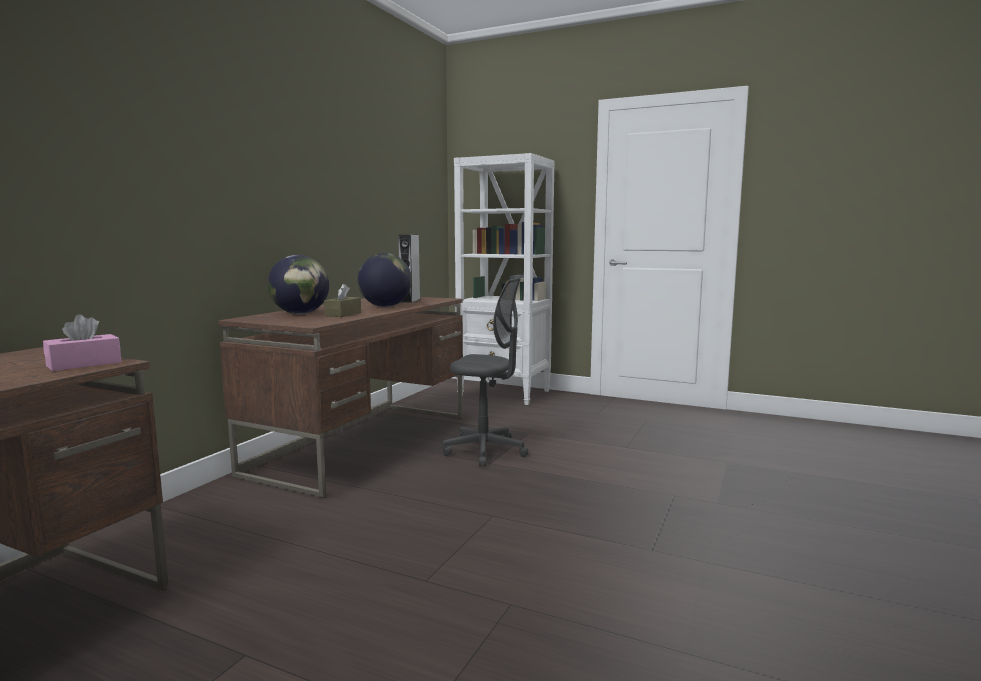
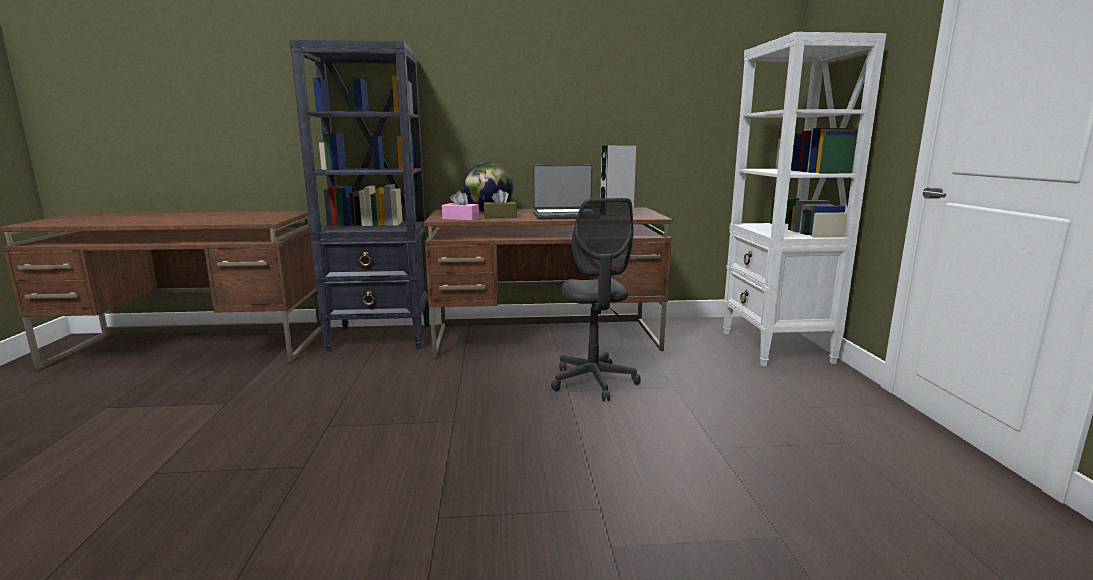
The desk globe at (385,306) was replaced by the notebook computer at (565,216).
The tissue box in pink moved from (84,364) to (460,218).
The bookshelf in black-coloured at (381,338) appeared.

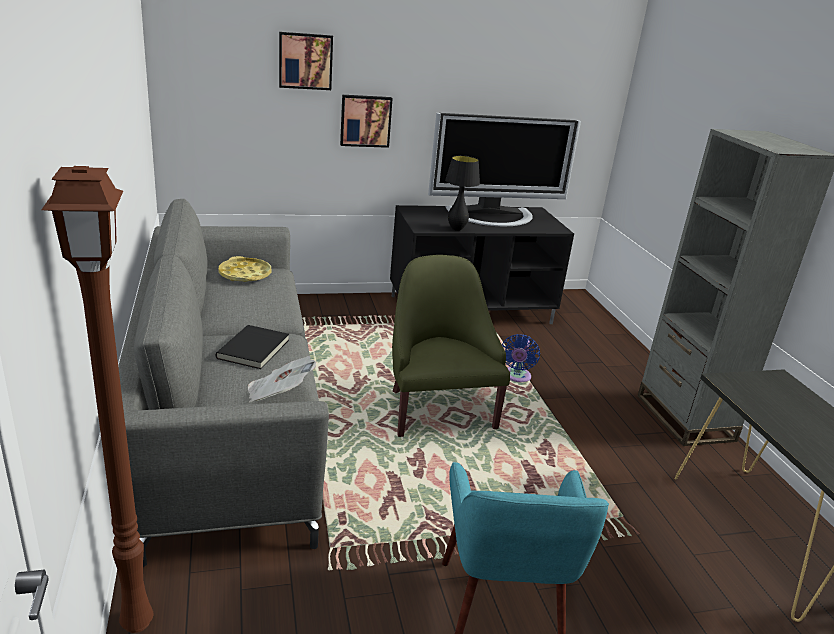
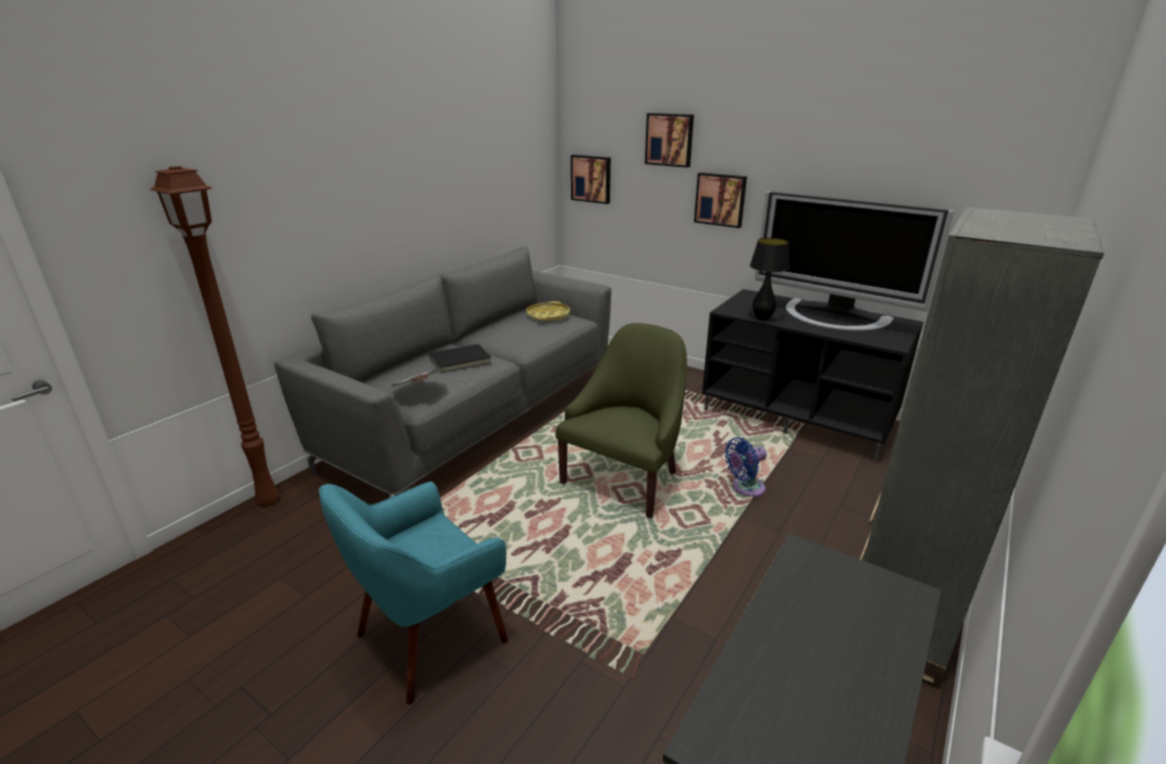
The picture at (591,178) appeared.

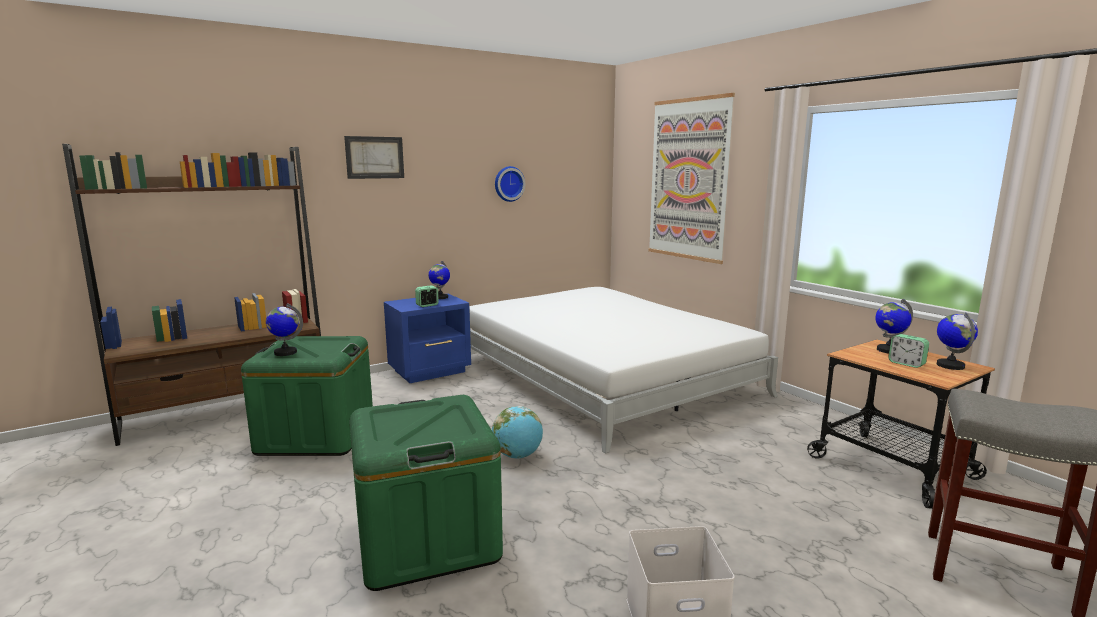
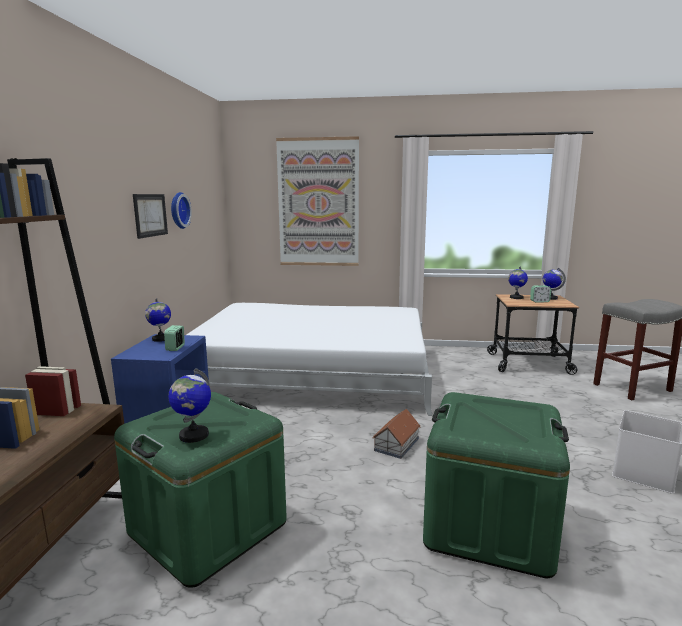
The picture moved from (374,157) to (150,215).
The desk globe at (517,456) was replaced by the miniature house at (397,444).

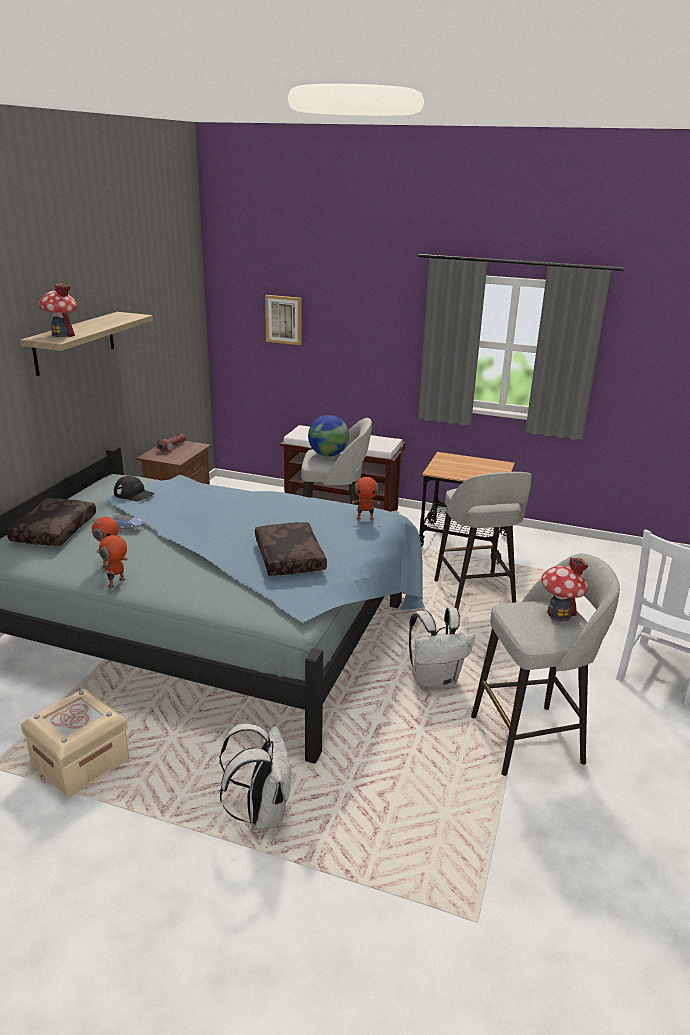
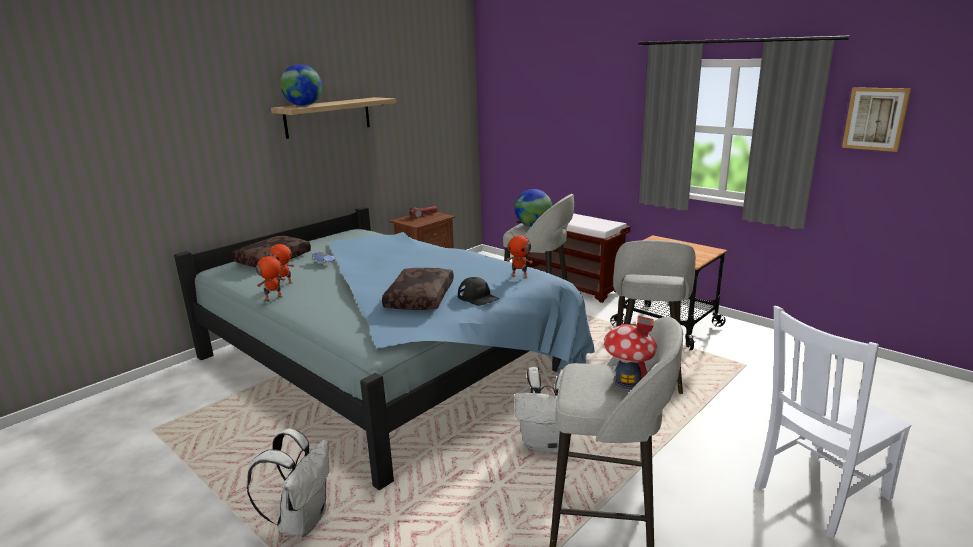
The miniature house at (62,334) was replaced by the desk globe at (304,105).
The picture moved from (284,319) to (875,119).
The cap in black-coloured moved from (134,494) to (478,297).
The storage bin in sand-coloured at (80,761) disappeared.

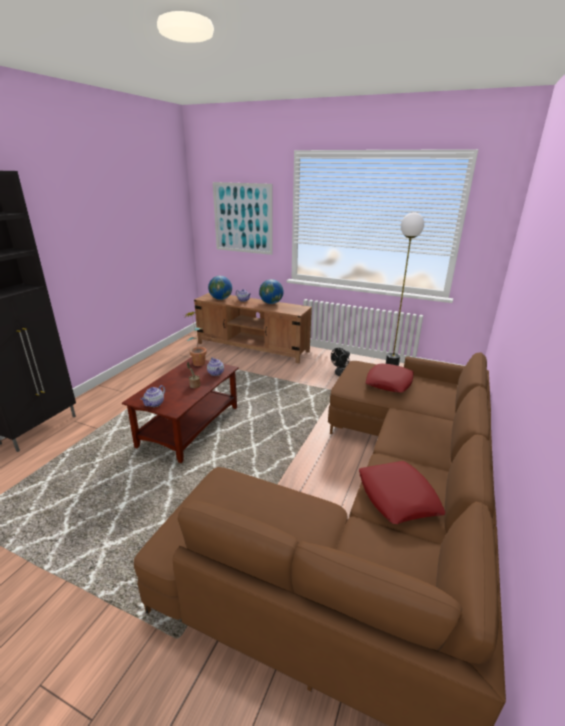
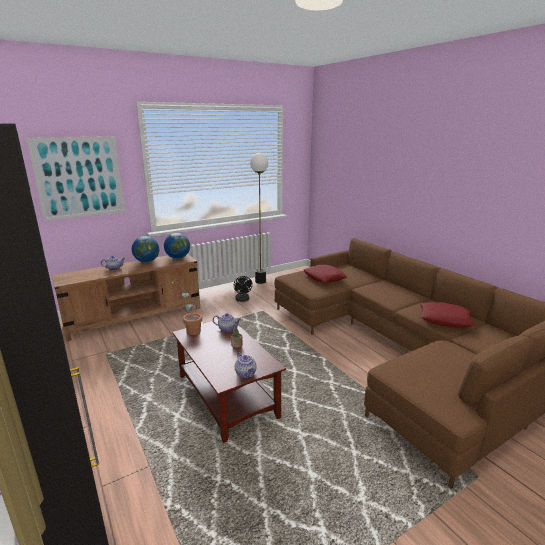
The desk globe moved from (221,299) to (178,257).

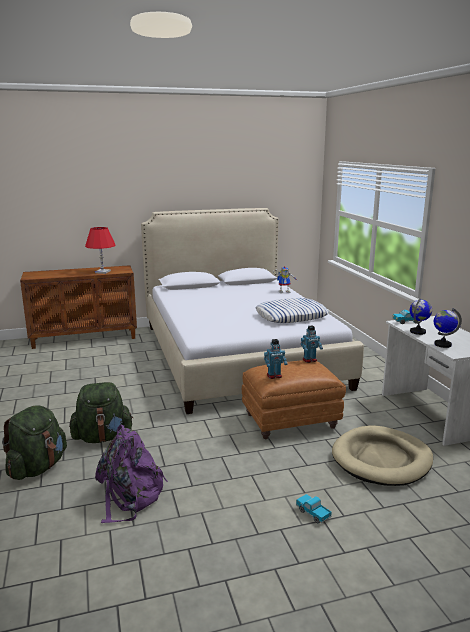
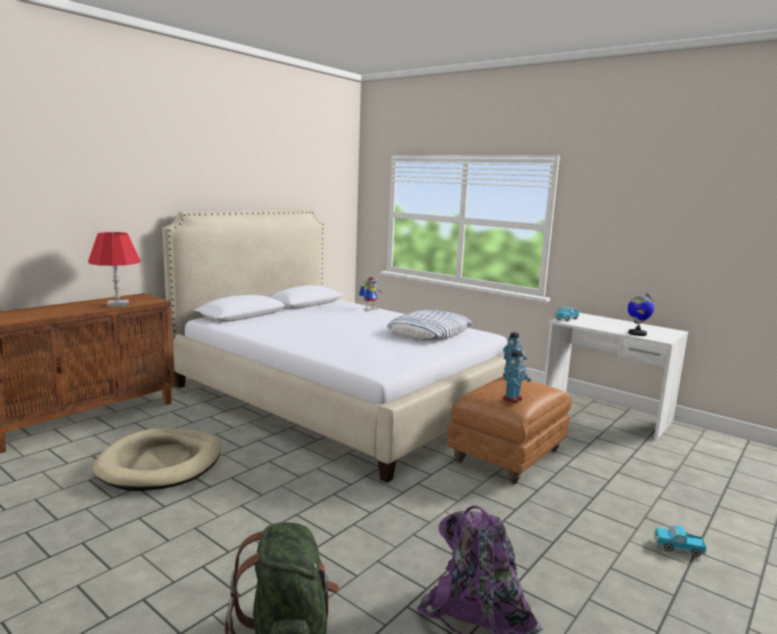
The desk globe at (418,332) disappeared.
The knapsack in green at (102,437) disappeared.
The pet bed in sand-coloured moved from (382,459) to (161,463).

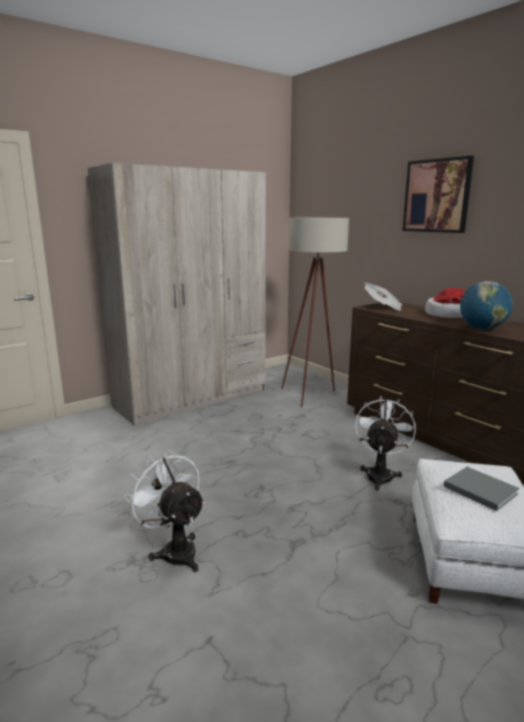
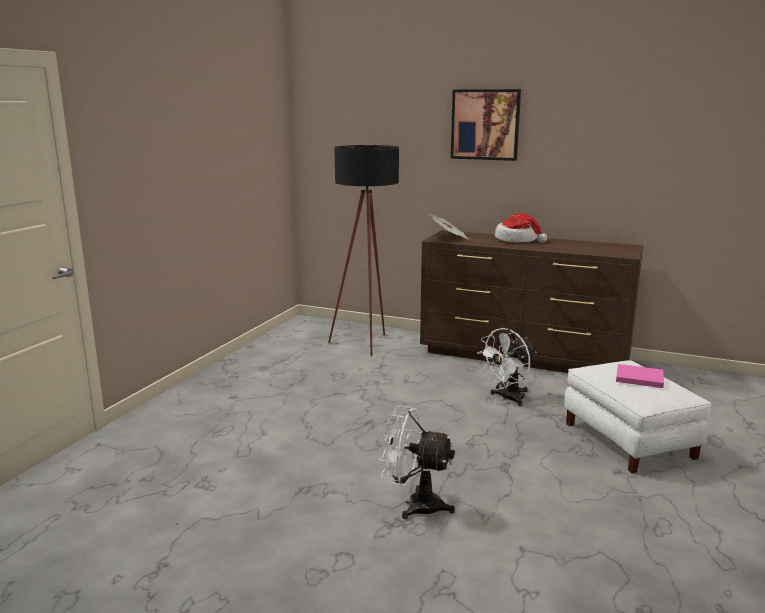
The wardrobe in sand-coloured at (192,398) disappeared.
The standard lamp in sand-coloured at (312,394) became the standard lamp in black-coloured at (367,342).
The desk globe at (482,329) disappeared.
The electric fan in whitish at (380,474) turned 120 degrees counterclockwise.
The volume in greyish at (478,489) became the volume in pink at (637,377).

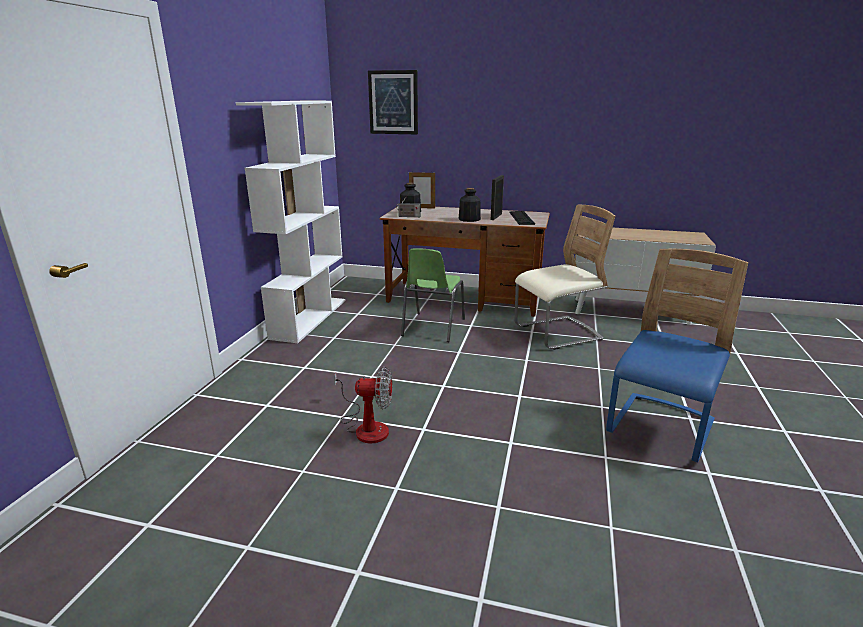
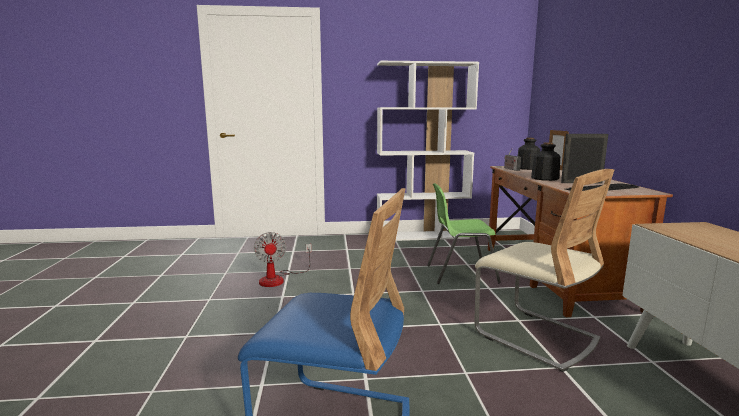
The picture at (393,102) disappeared.

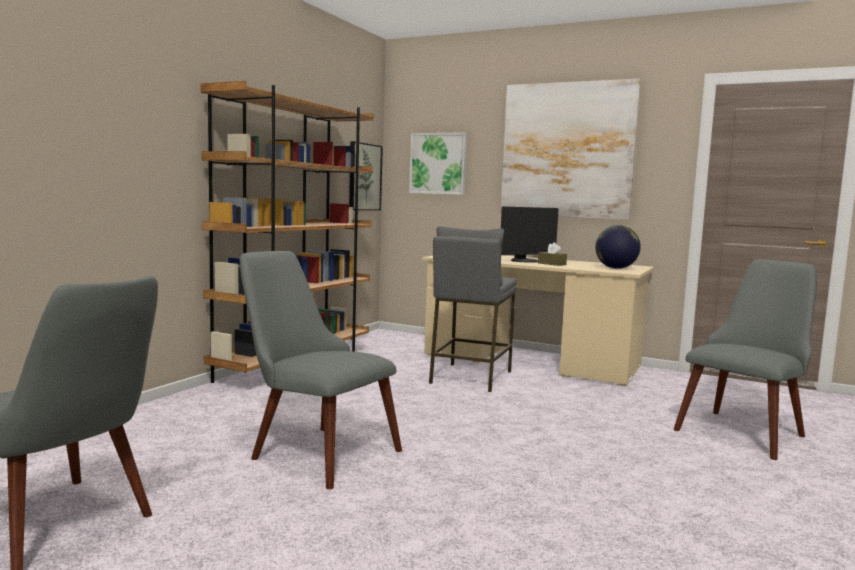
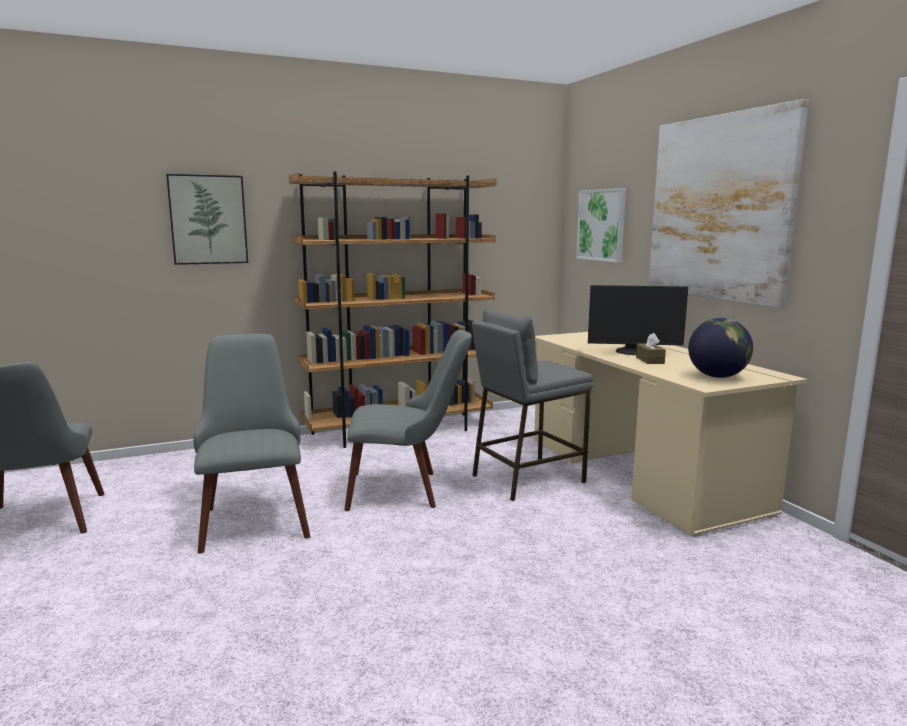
The picture moved from (364,177) to (208,219).
The plain chair in greyish moved from (746,429) to (407,489).

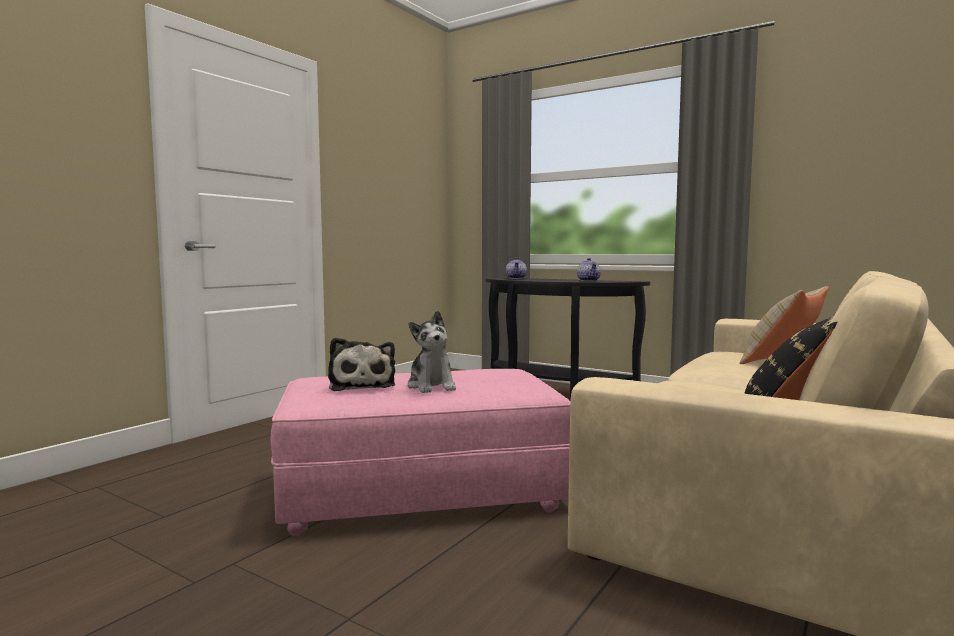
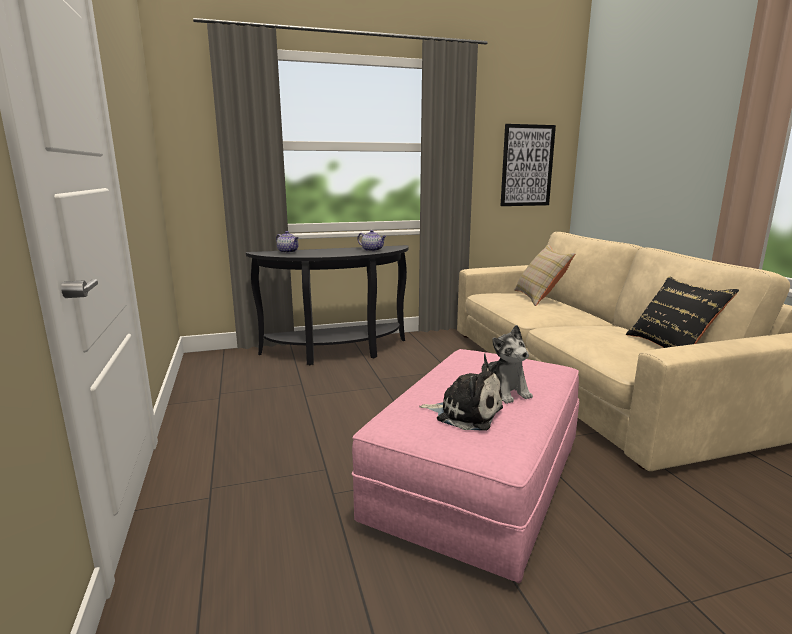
The plush toy at (432,386) turned 45 degrees clockwise.
The picture at (527,166) appeared.

